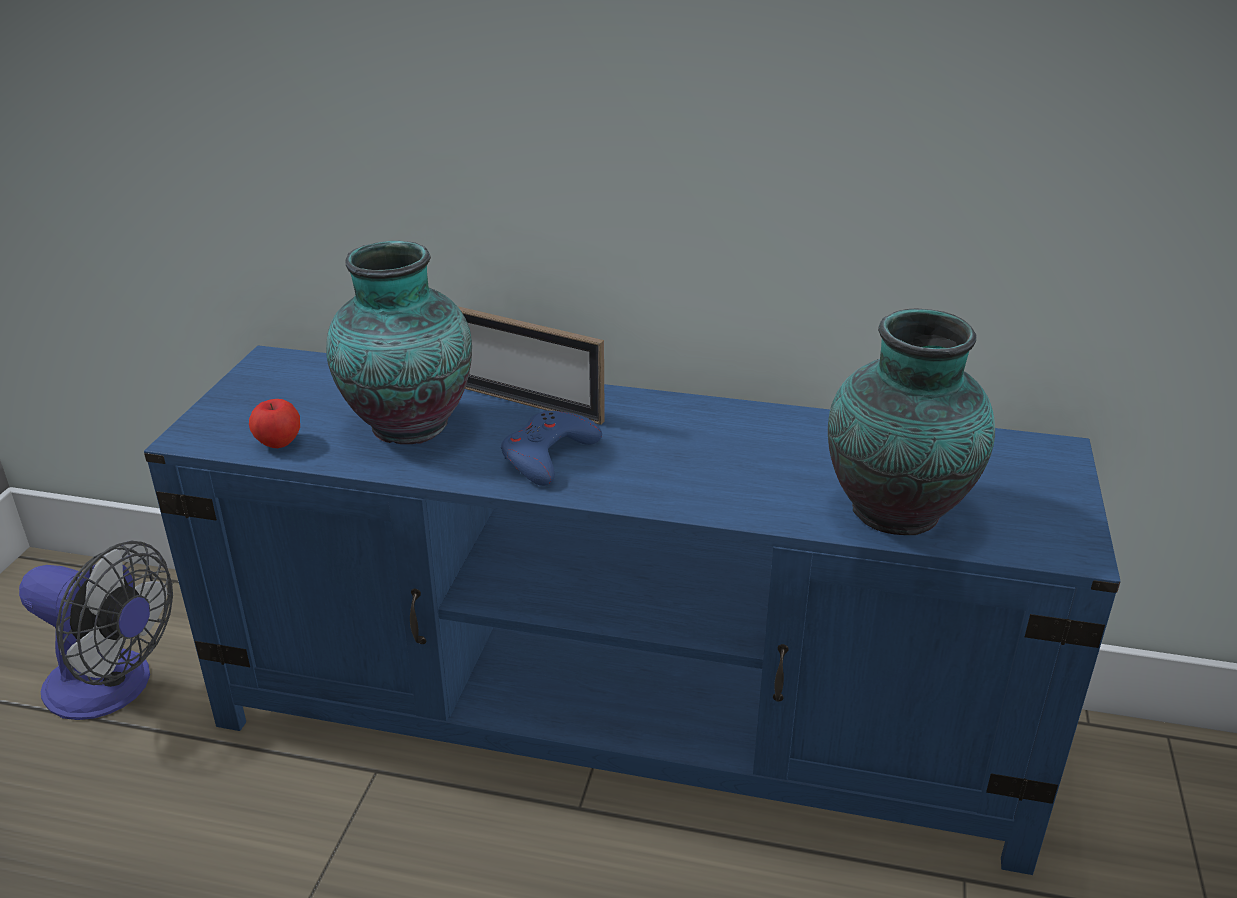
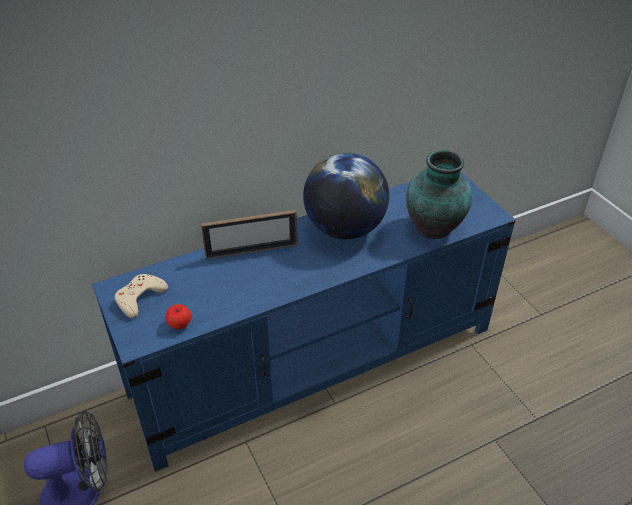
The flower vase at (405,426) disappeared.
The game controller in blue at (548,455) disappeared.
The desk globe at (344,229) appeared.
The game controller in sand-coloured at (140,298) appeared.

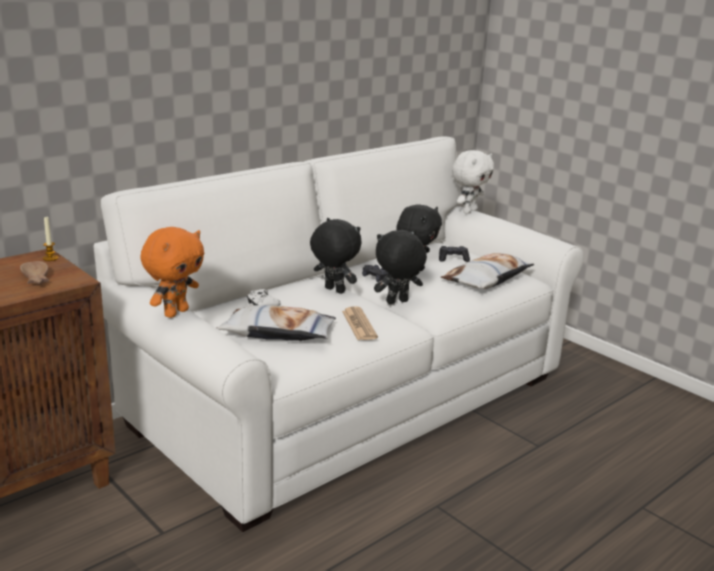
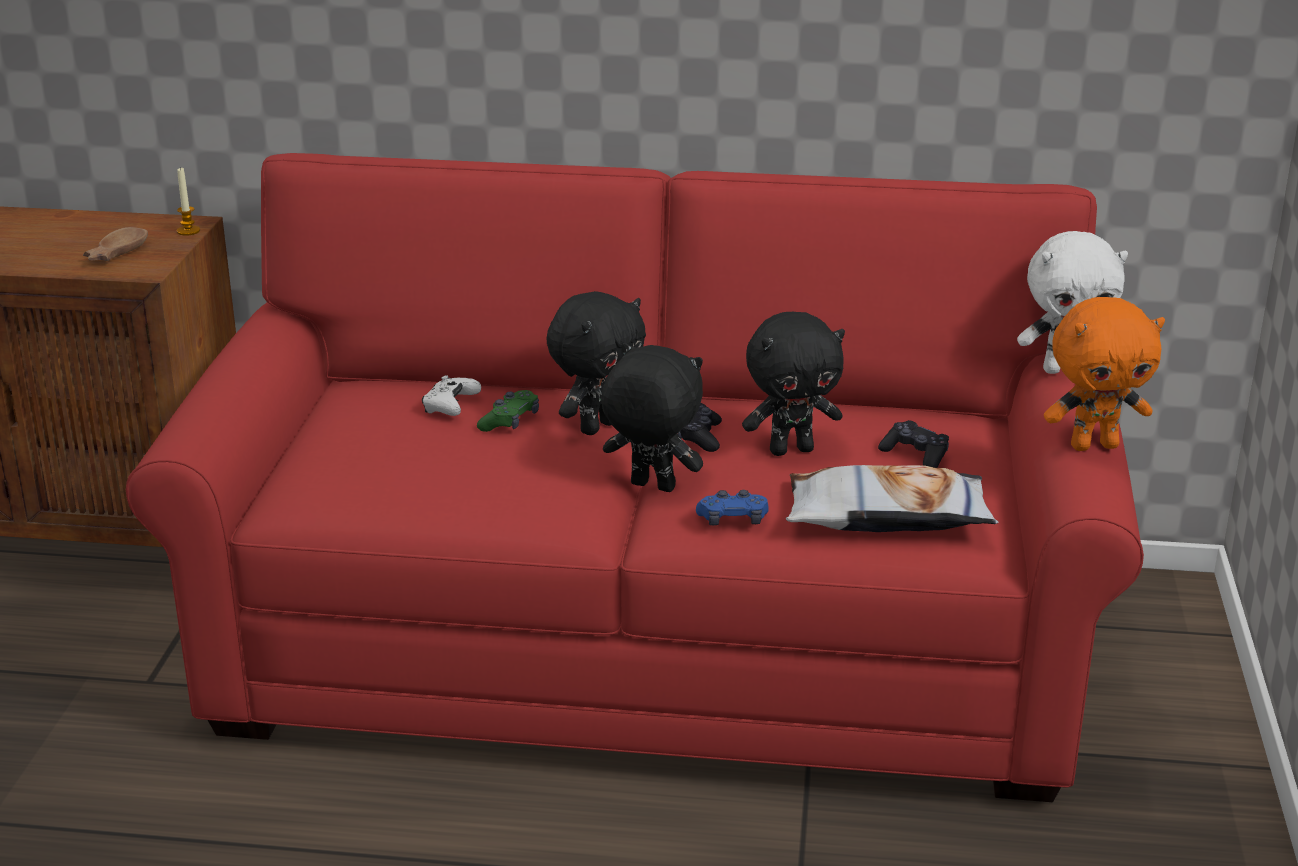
The sofa in whitish at (352,401) became the sofa in reddish at (650,653).
The plush toy in black-coloured at (333,290) turned 45 degrees clockwise.
The plush toy in orange-coloured moved from (175,312) to (1094,445).
The pillow at (278,332) disappeared.
The printed paper at (359,324) disappeared.
The game controller in green at (510,421) appeared.
The game controller in blue at (733,520) appeared.

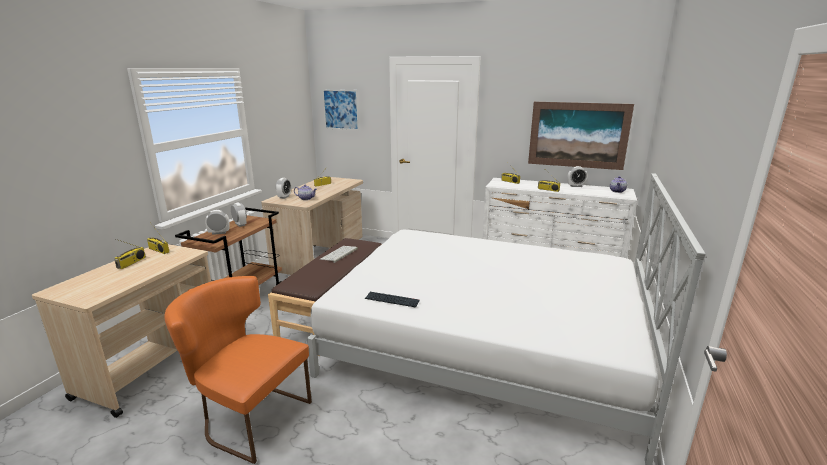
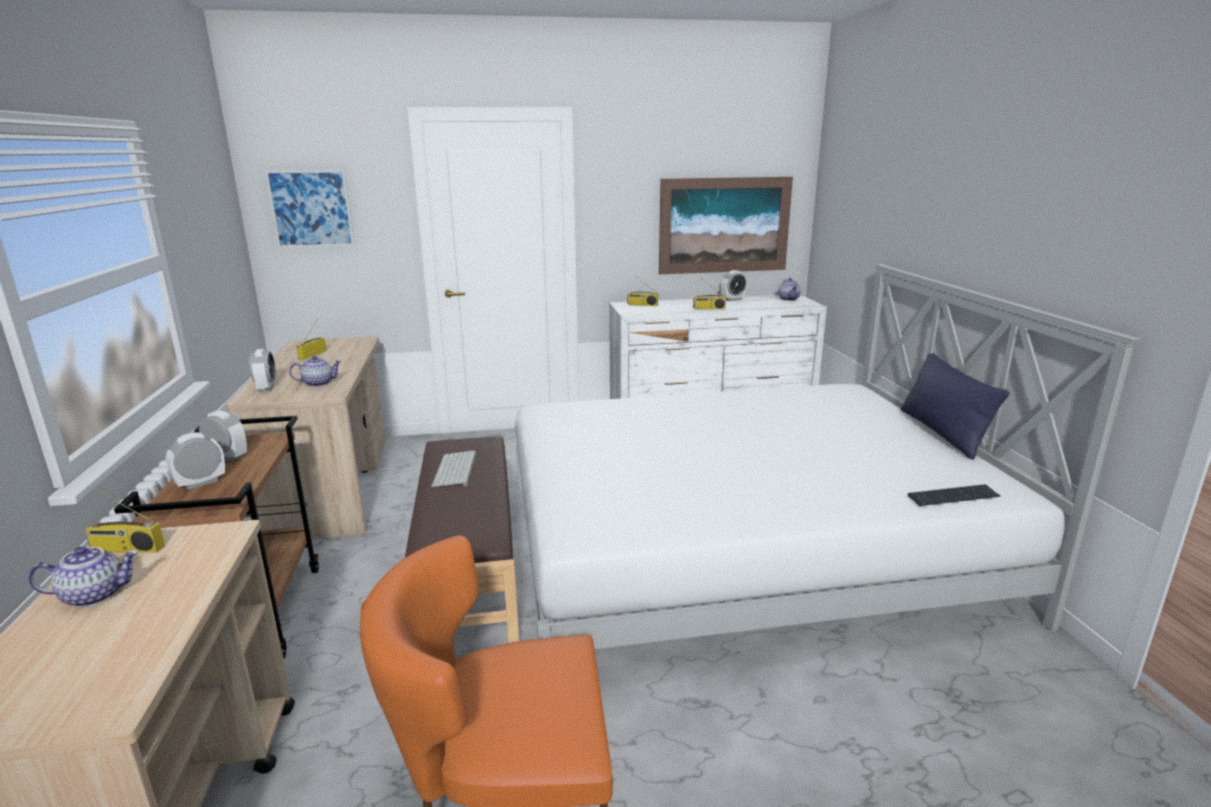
The radio set at (131,263) was replaced by the tea pot at (95,595).
The computer keyboard moved from (392,300) to (953,497).
The pillow in blue at (942,432) appeared.

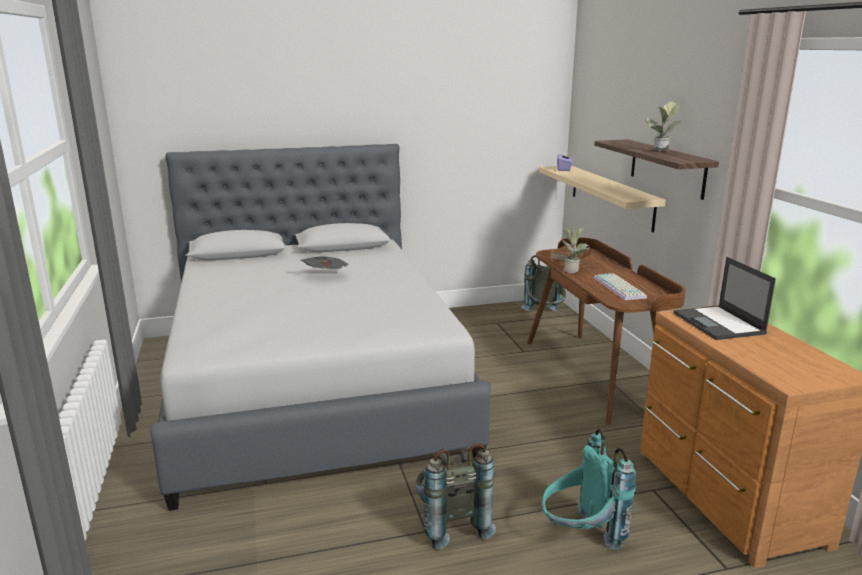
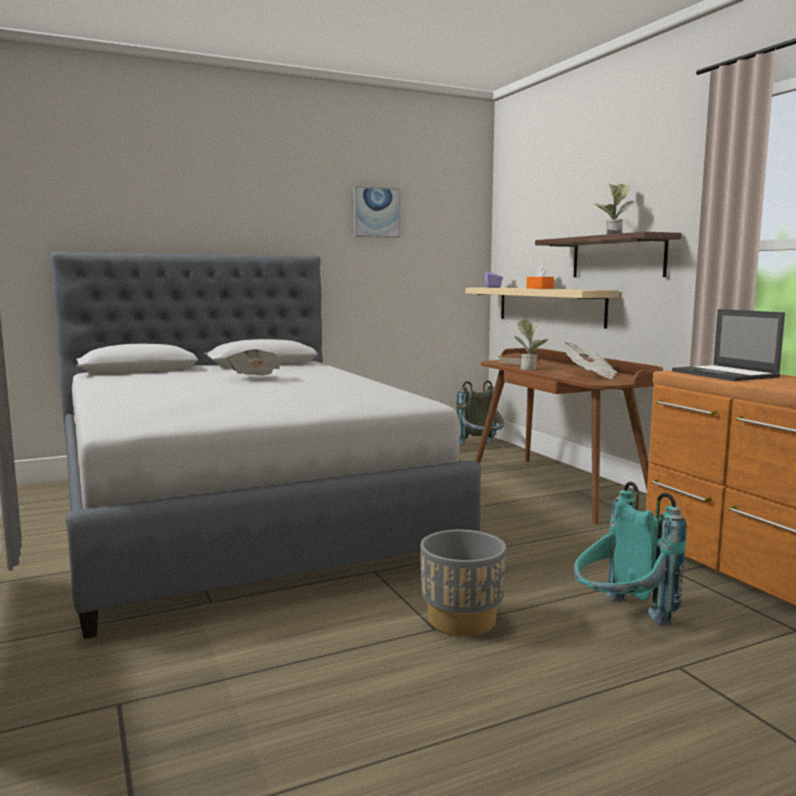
The computer keyboard at (620,288) was replaced by the printed paper at (589,375).
The knapsack in greyish at (450,524) was replaced by the flower pot in greyish at (461,620).
The picture at (376,212) appeared.
The tissue box in orange-coloured at (539,288) appeared.

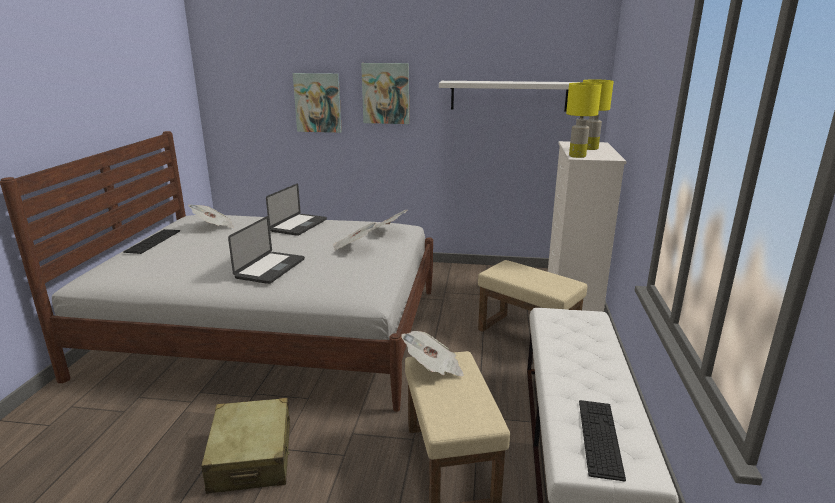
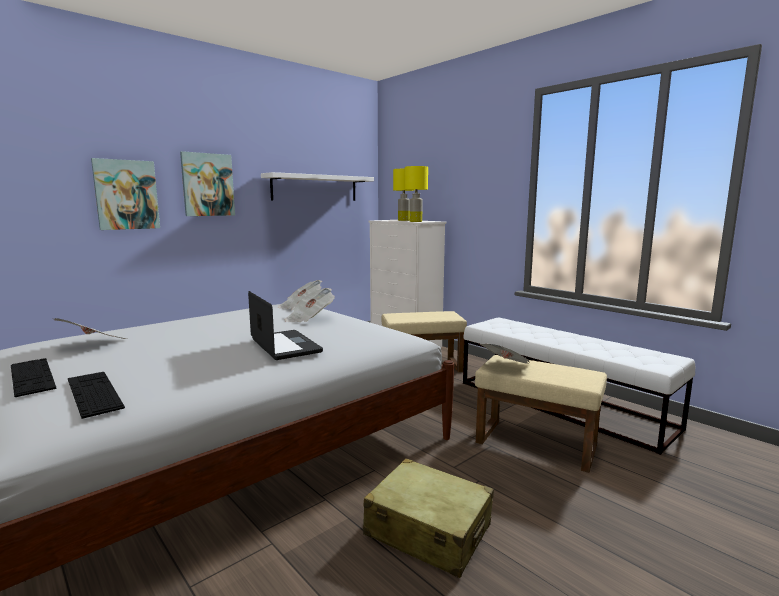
The notebook computer at (299,225) disappeared.
The computer keyboard moved from (600,437) to (94,393).

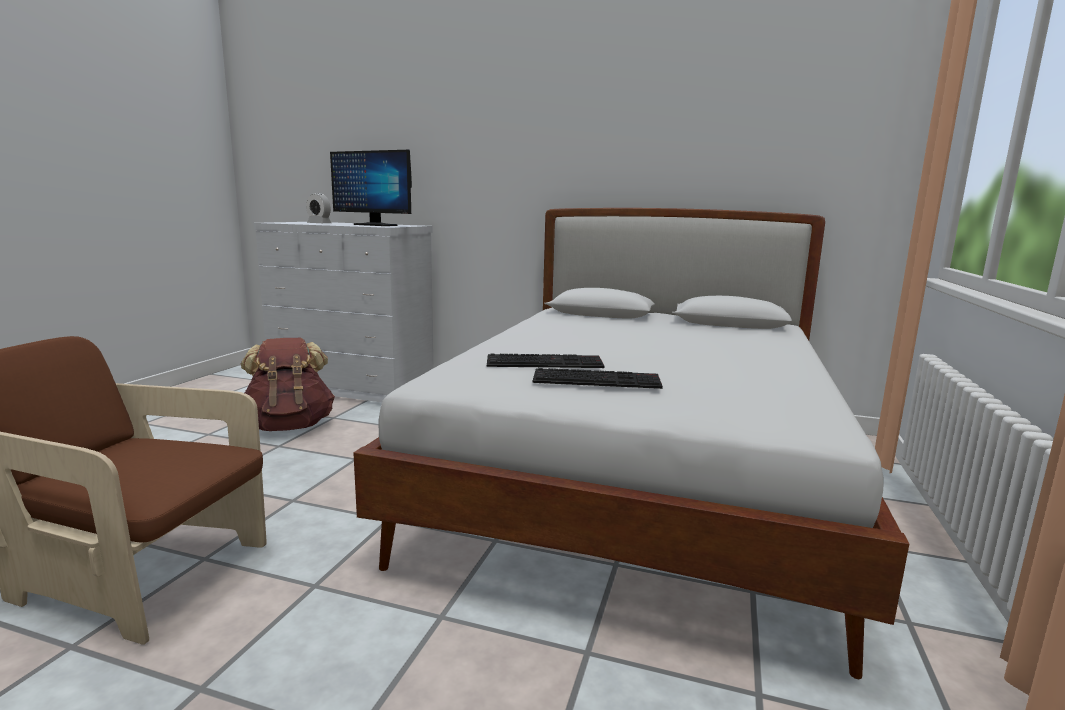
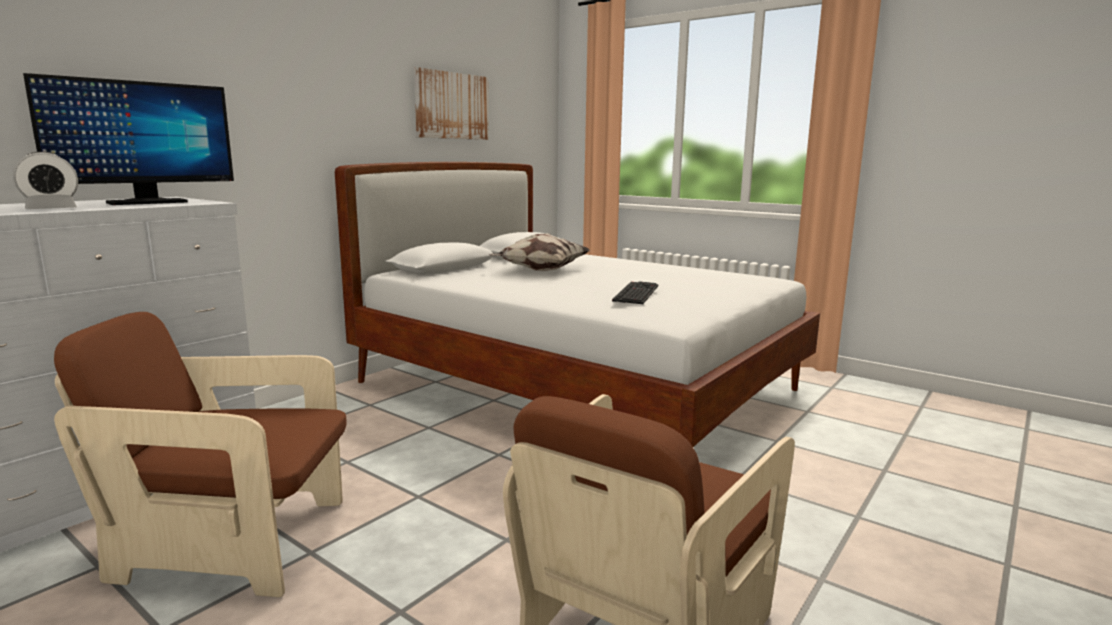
The knapsack in brown-coloured at (289,426) was replaced by the armchair in brown-coloured at (233,543).
The computer keyboard at (598,379) disappeared.
The picture at (451,106) appeared.
The pillow at (540,270) appeared.

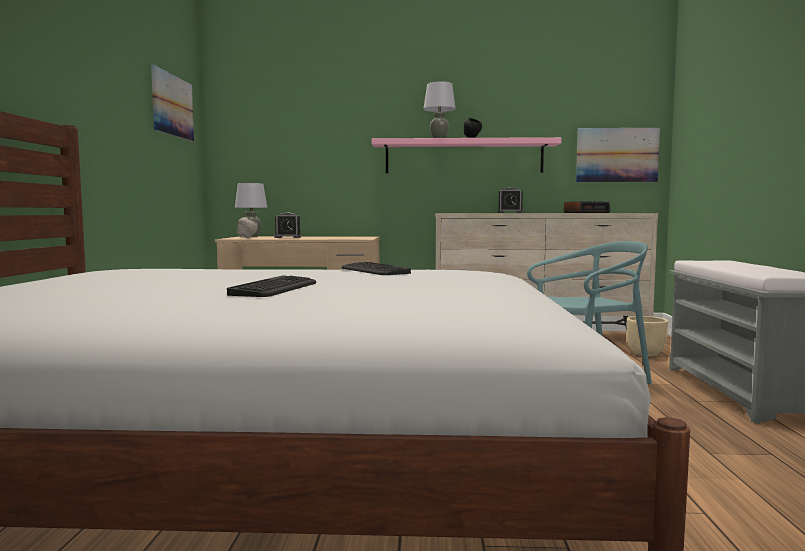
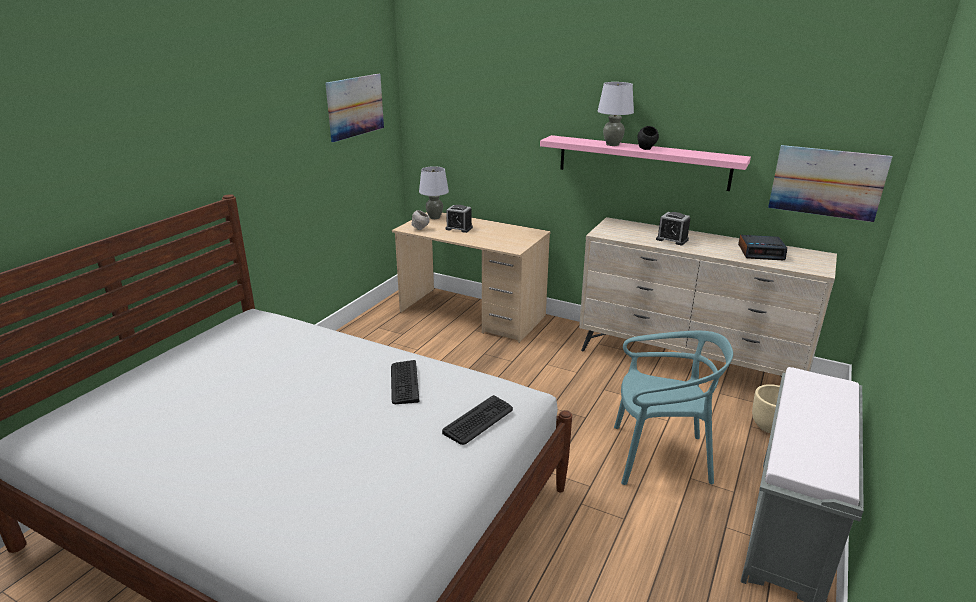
The computer keyboard moved from (275,288) to (479,421).

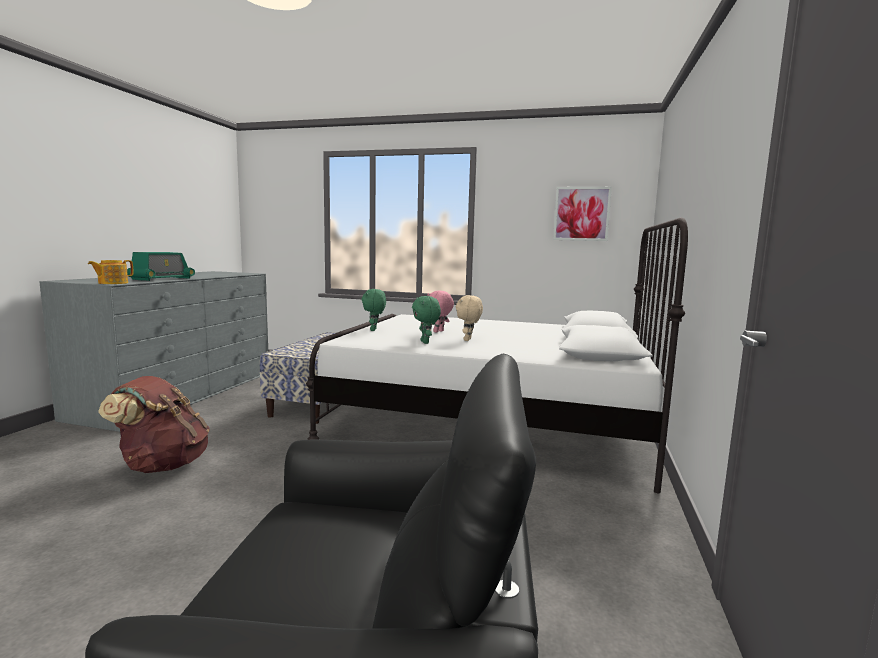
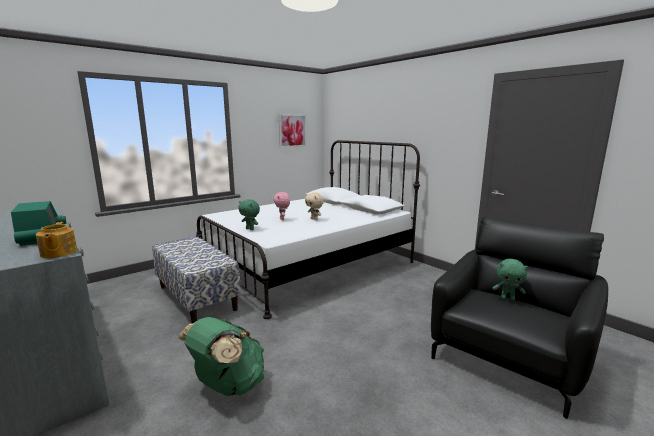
The plush toy in green moved from (425,342) to (507,299).
The knapsack in brown-coloured at (162,465) became the knapsack in green at (228,385).

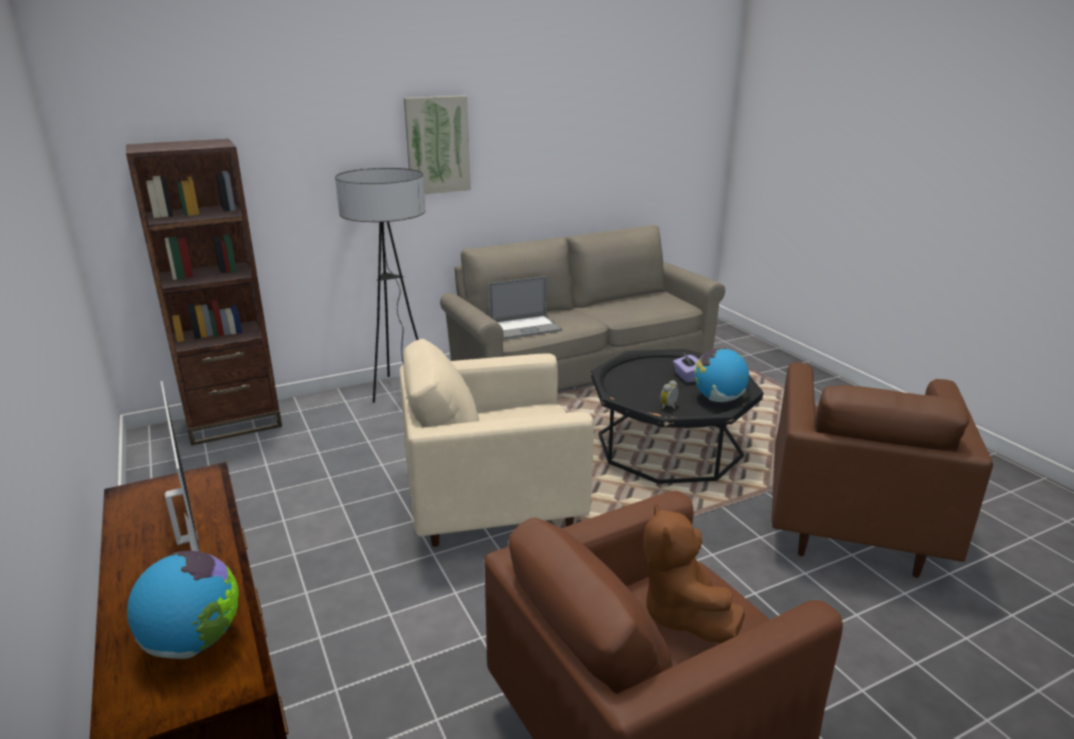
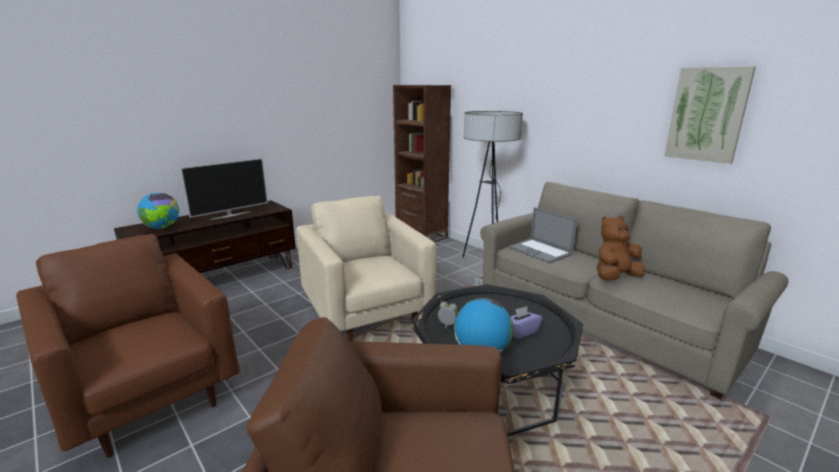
The picture moved from (437,145) to (707,114).
The plush toy in brown-coloured moved from (681,614) to (615,277).

